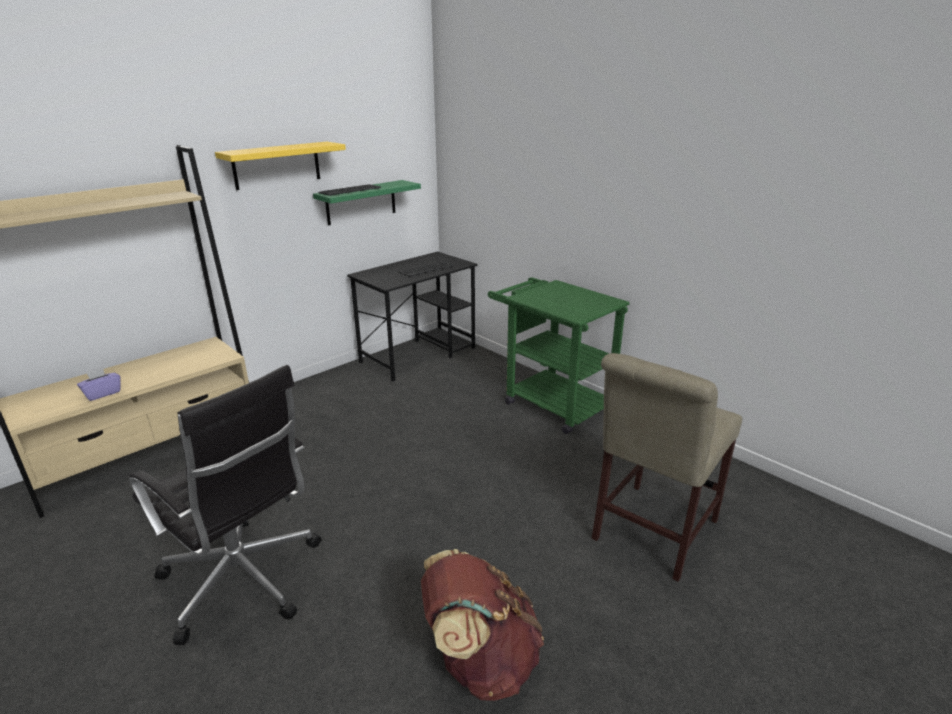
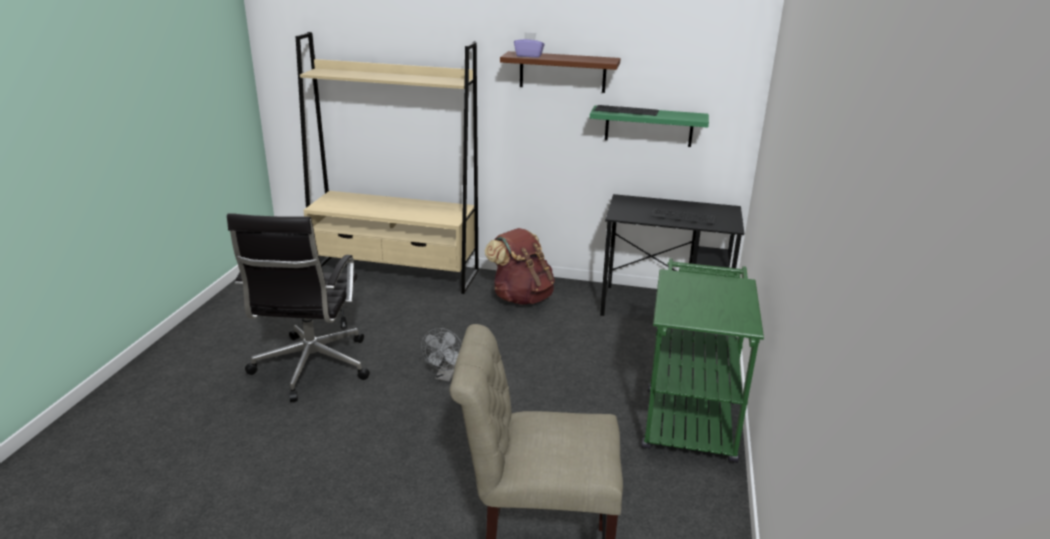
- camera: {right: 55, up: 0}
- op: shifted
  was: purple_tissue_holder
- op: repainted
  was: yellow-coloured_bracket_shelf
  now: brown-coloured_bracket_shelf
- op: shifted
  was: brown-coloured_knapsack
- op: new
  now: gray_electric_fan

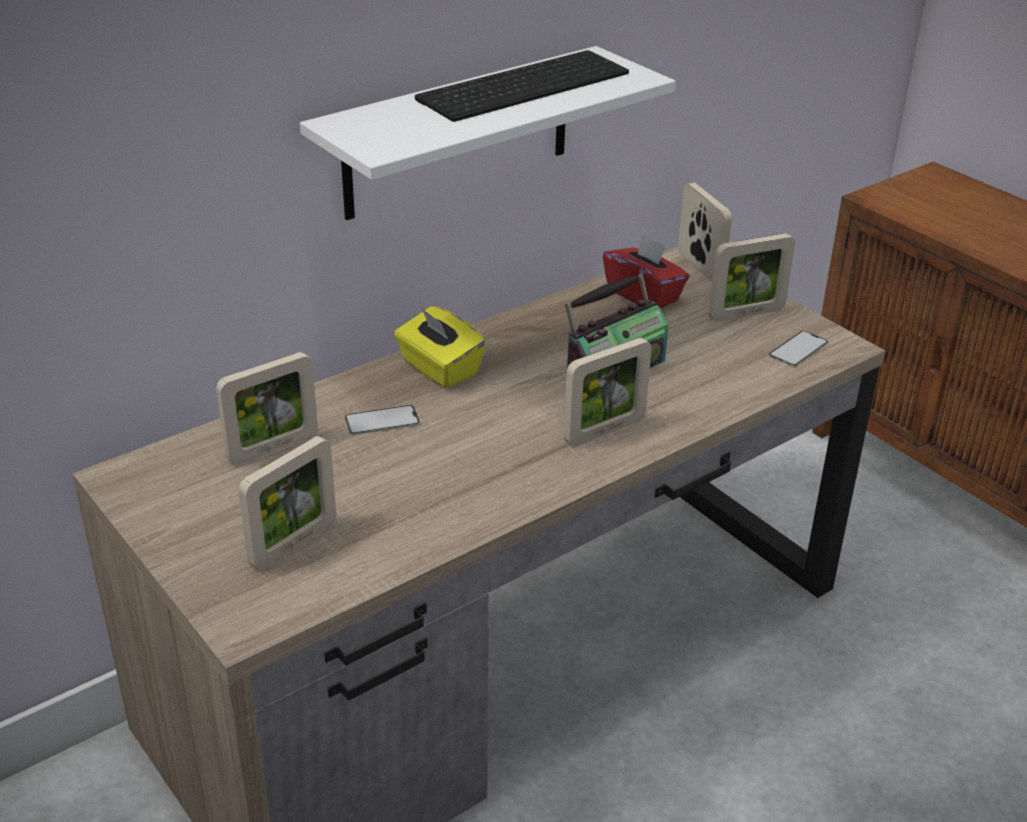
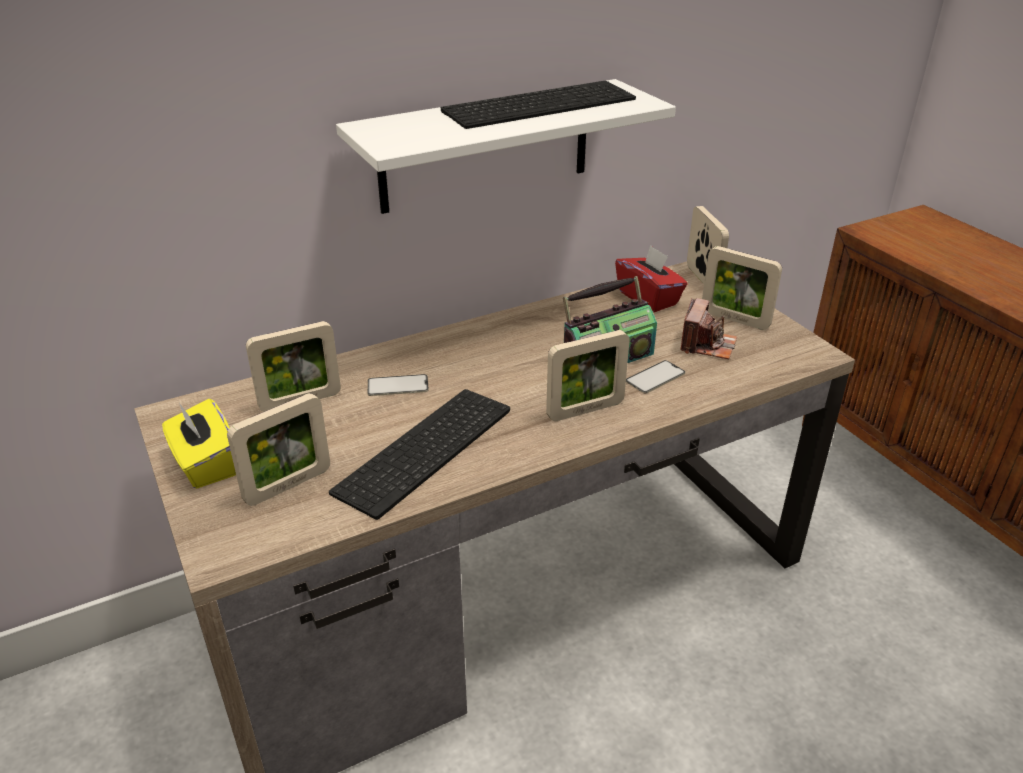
- camera: {right: 10, up: 0}
- op: shifted
  was: yellow-coloured_tissue_holder
- op: rotated
  was: picture_frame (no. 5 from left)
  clockwise: 45
- op: shifted
  was: handset (no. 2 from left)
- op: new
  now: keyboard (no. 1 from left)
- op: new
  now: photo_camera

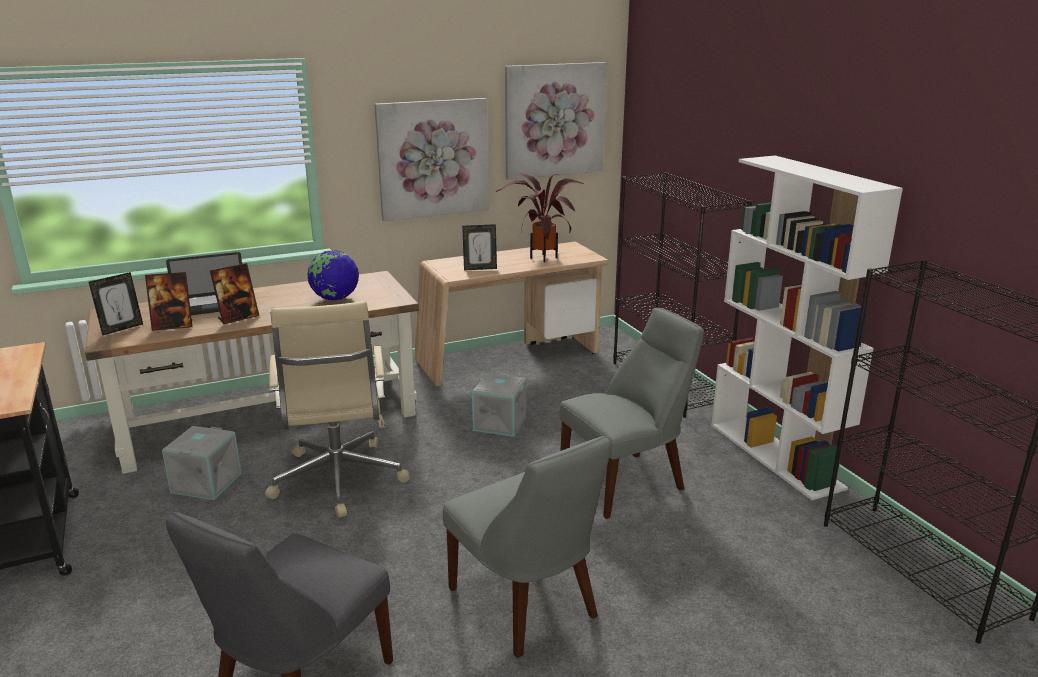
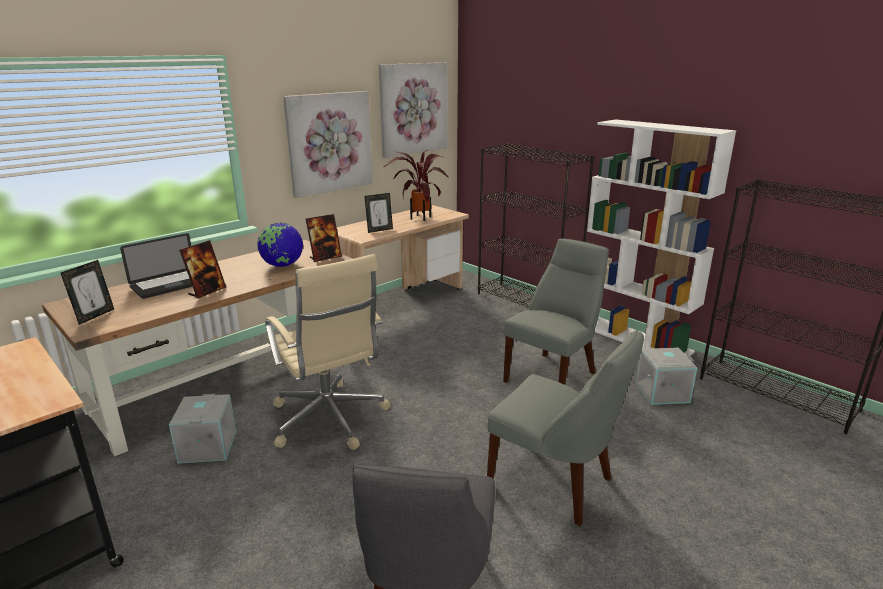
- camera: {right: -20, up: 0}
- op: shifted
  was: picture_frame (no. 2 from left in the first image)
  now: picture_frame (no. 3 from left)
- op: shifted
  was: gray_storage_box (no. 2 from left)

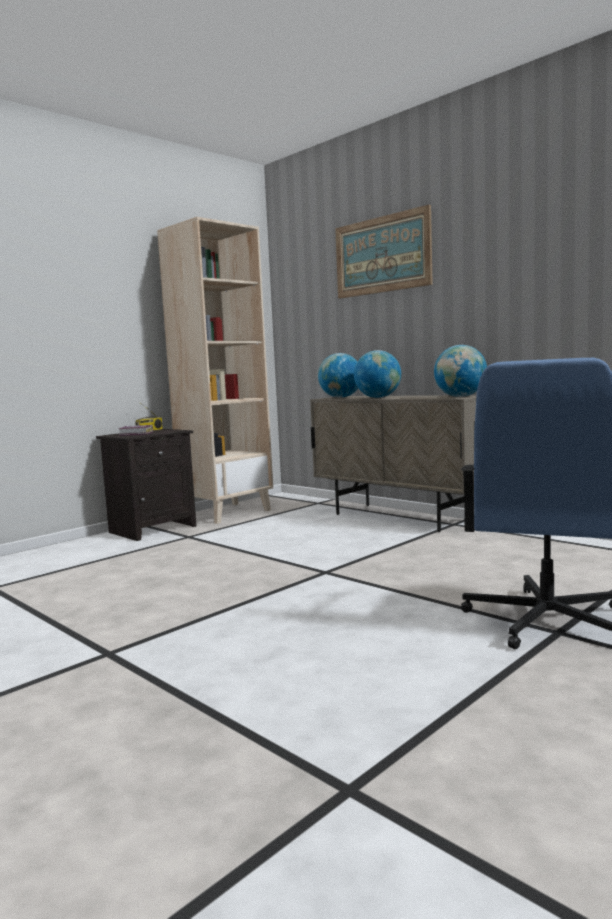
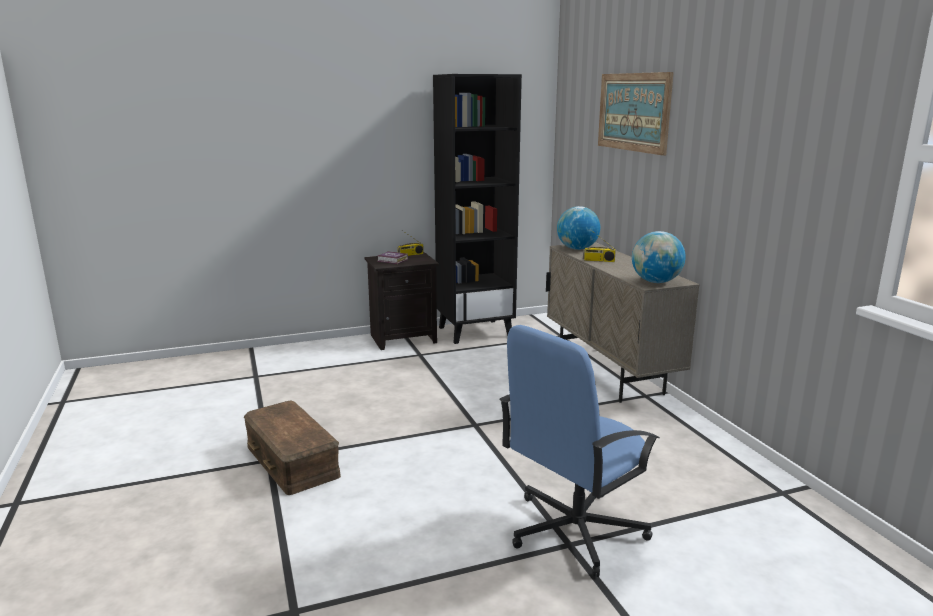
- camera: {right: 25, up: 10}
- op: repainted
  was: beige_bookshelf
  now: black_bookshelf
- op: swapped
  was: world_globe (no. 2 from left)
  now: radio_receiver (no. 2 from left)
- op: new
  now: brown-coloured_storage_box

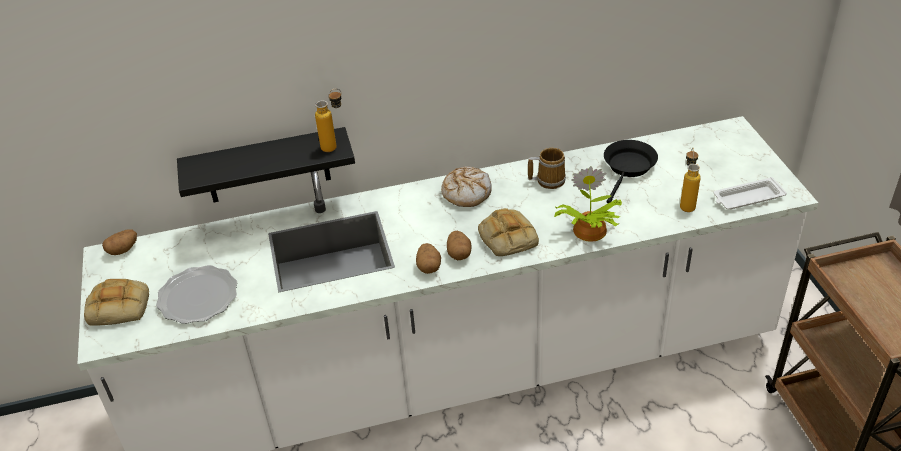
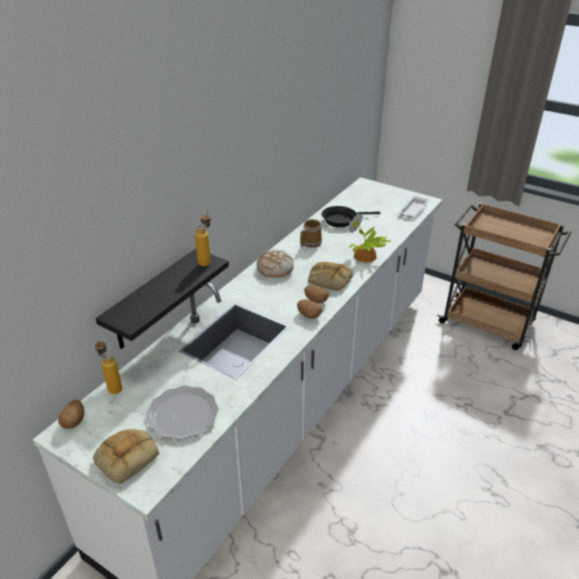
- camera: {right: -45, up: -5}
- op: rotated
  was: black_frying_pan
  clockwise: -90
- op: shifted
  was: beverage_bottle (no. 2 from left in the first image)
  now: beverage_bottle (no. 1 from left)

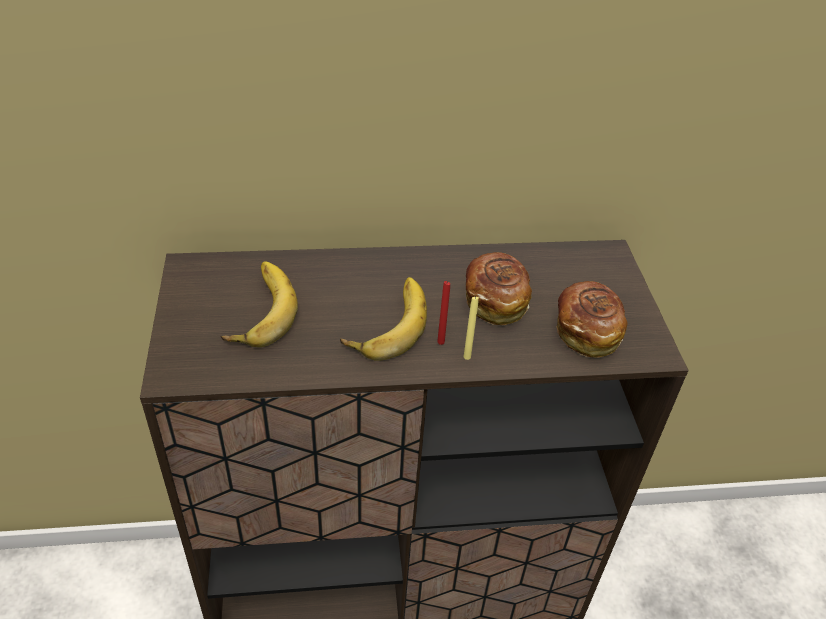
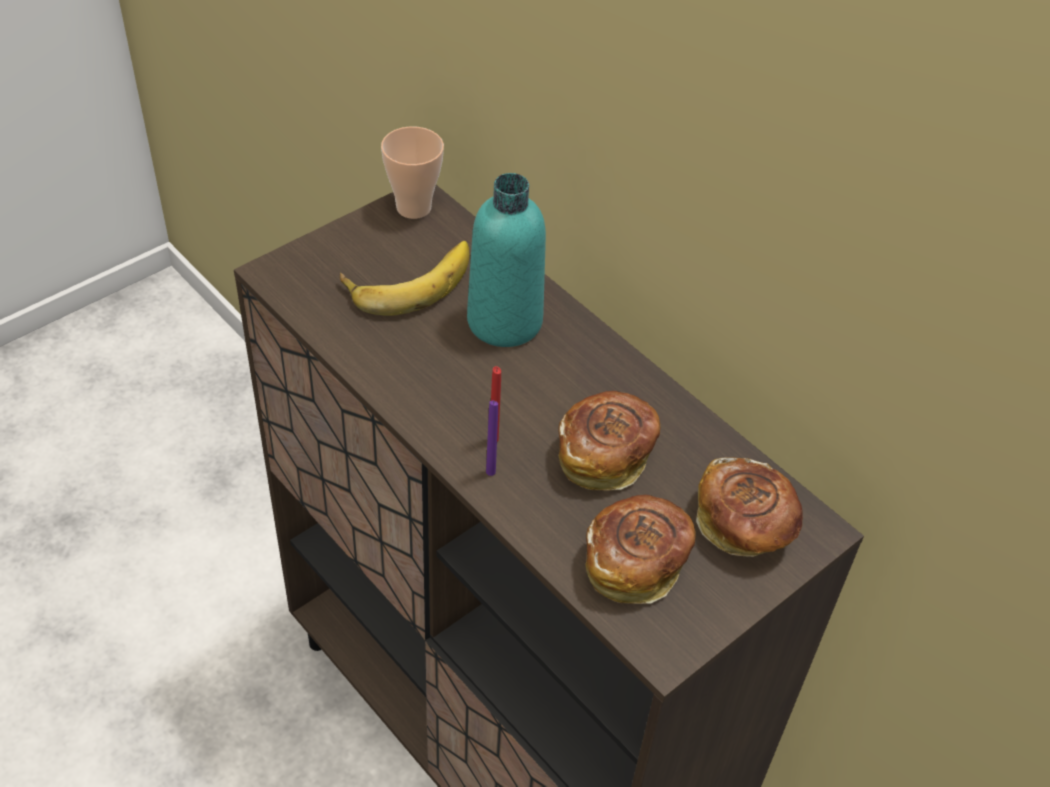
- camera: {right: 55, up: 5}
- op: gone
  was: whole_banana (no. 2 from left)
- op: repainted
  was: yellow-coloured_wax_light
  now: purple_wax_light
- op: new
  now: small_cup
- op: new
  now: blue-green_beverage_bottle
- op: new
  now: bakery_bread (no. 3 from left)

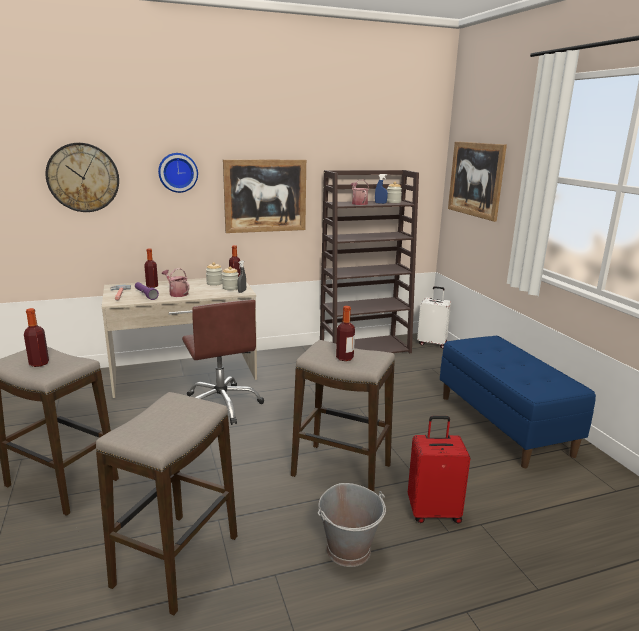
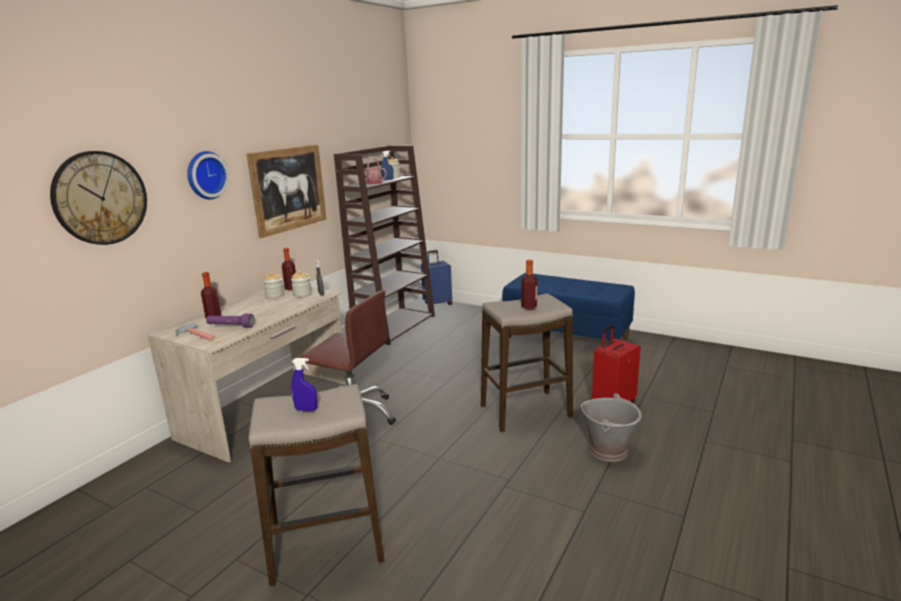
- camera: {right: -40, up: 0}
- op: swapped
  was: beverage_bottle (no. 1 from left)
  now: blue-coloured_spray_bottle (no. 1 from left)
- op: gone
  was: stool (no. 2 from left)
- op: gone
  was: watering_can (no. 1 from left)
- op: repainted
  was: white-coloured_piece_of_luggage
  now: blue-coloured_piece_of_luggage
- op: gone
  was: wall_art (no. 2 from left)

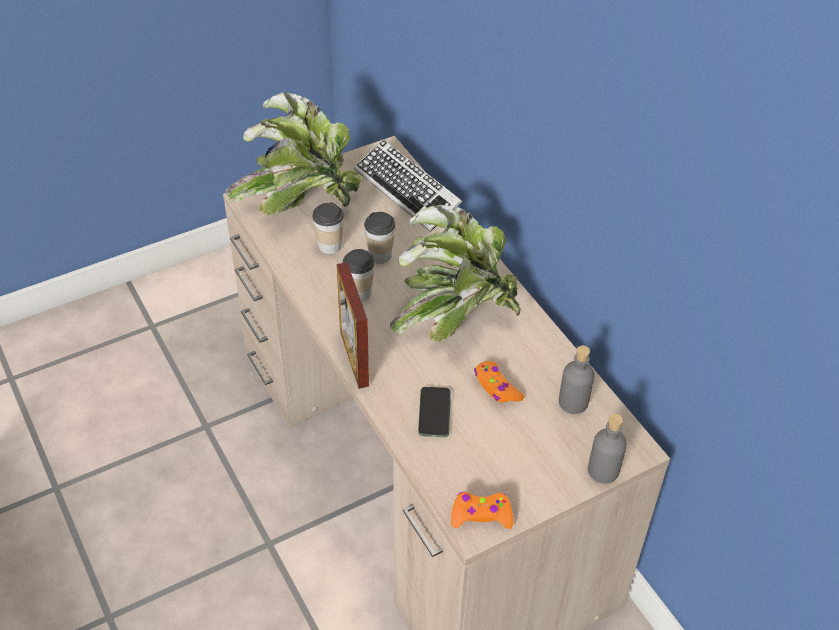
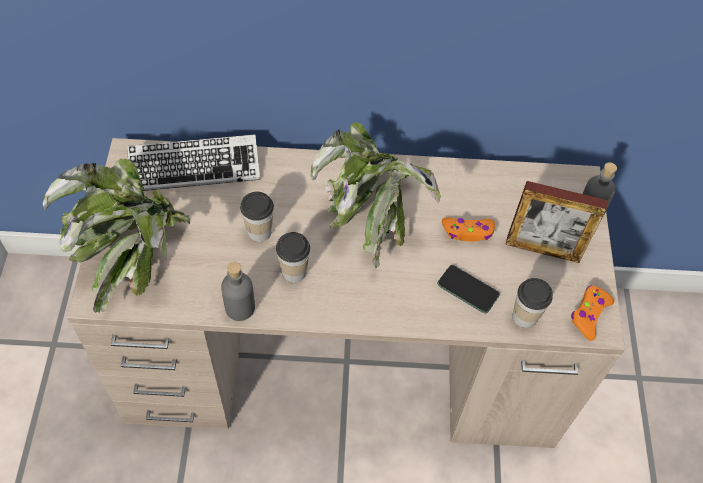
- camera: {right: -60, up: 10}
- op: shifted
  was: small_cup (no. 1 from left in the first image)
  now: small_cup (no. 3 from left)
- op: shifted
  was: picture_frame
- op: shifted
  was: gray_beverage_bottle (no. 1 from left)

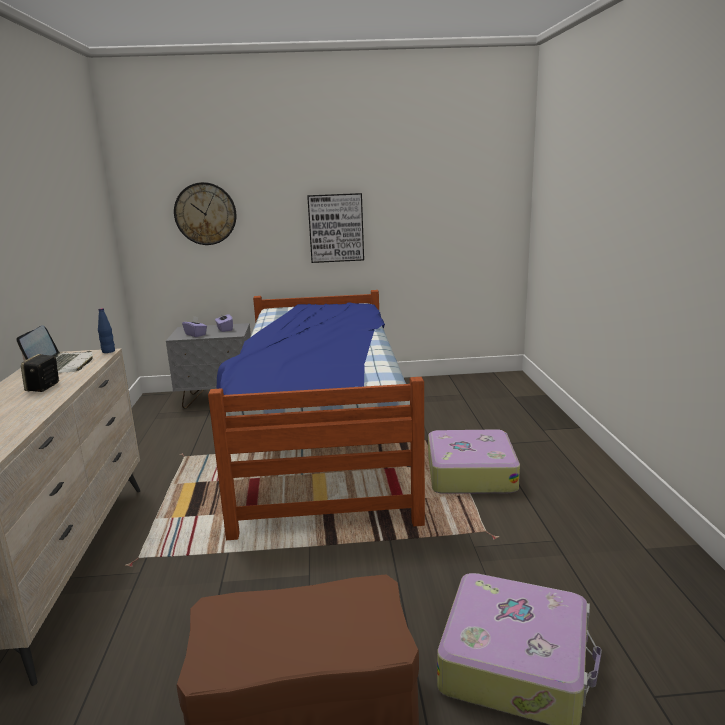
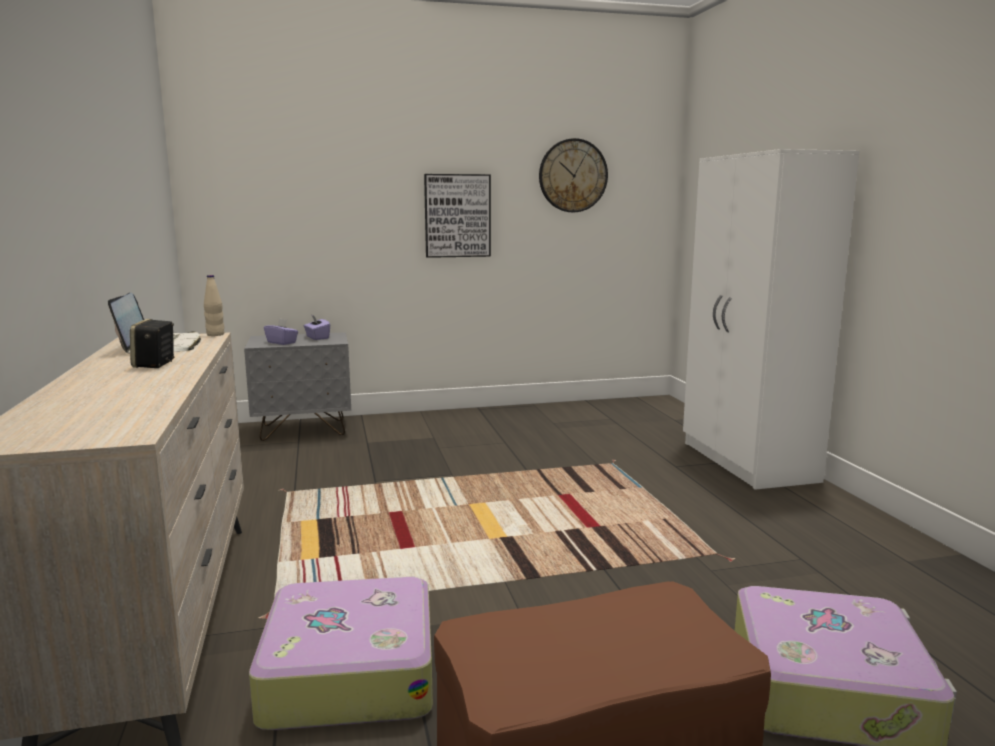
- camera: {right: -10, up: -5}
- op: repainted
  was: blue-coloured_beverage_bottle
  now: beige_beverage_bottle
- op: shifted
  was: wall_clock
- op: gone
  was: bedroom_bed
- op: shifted
  was: piece_of_luggage (no. 1 from left)
- op: new
  now: white-coloured_wardrobe

